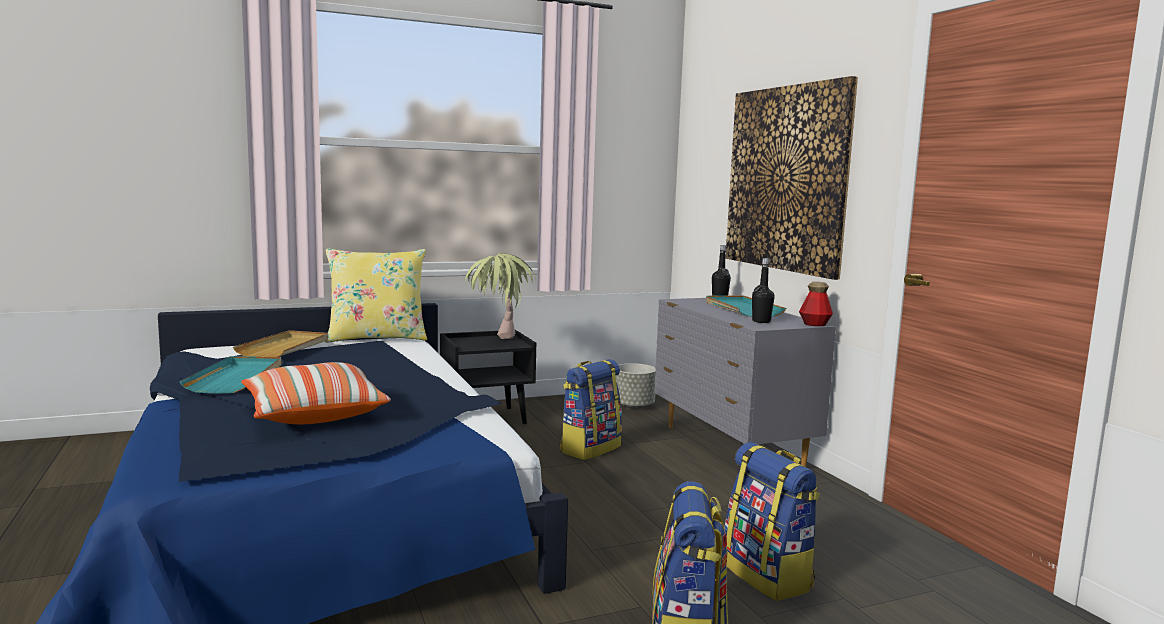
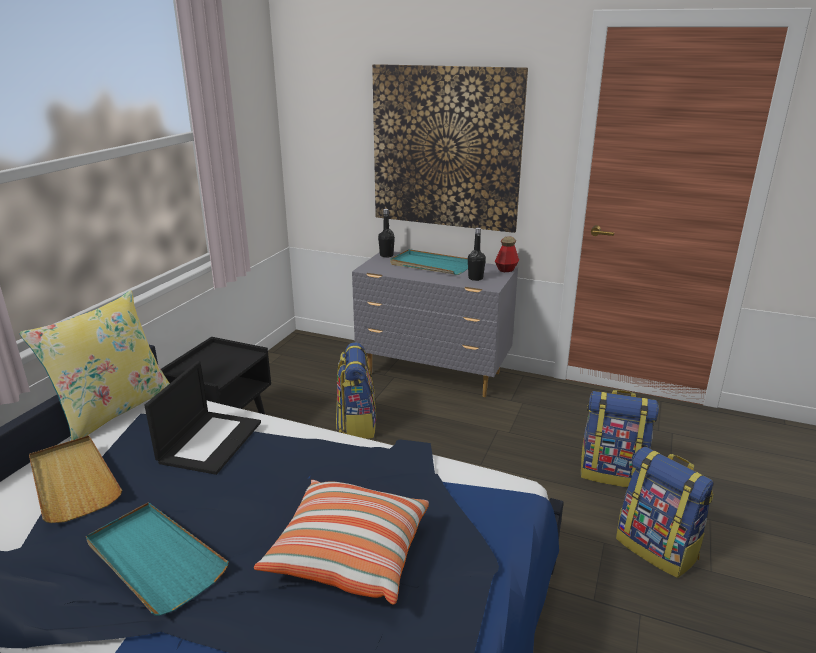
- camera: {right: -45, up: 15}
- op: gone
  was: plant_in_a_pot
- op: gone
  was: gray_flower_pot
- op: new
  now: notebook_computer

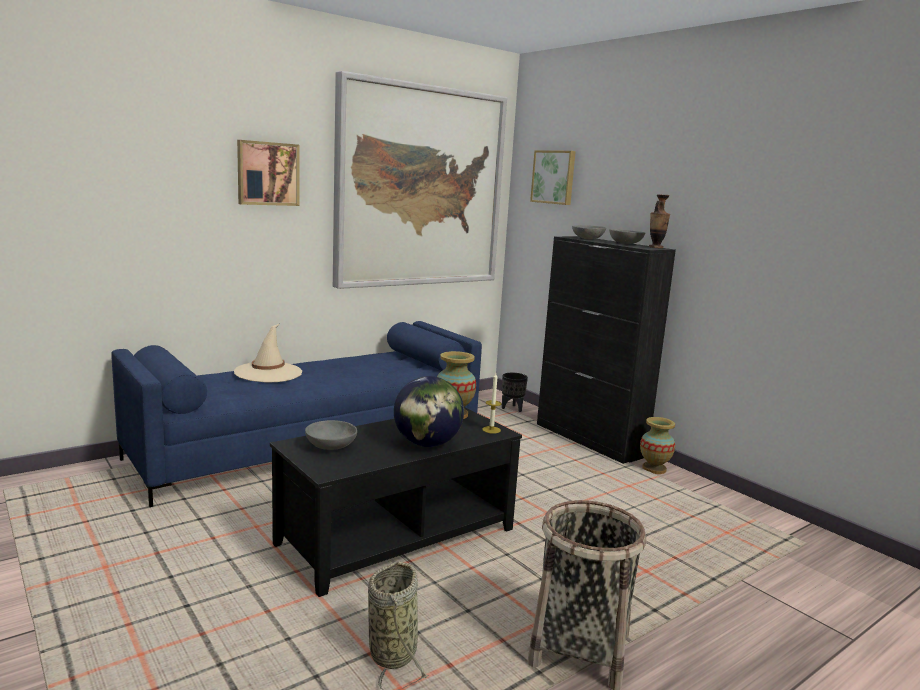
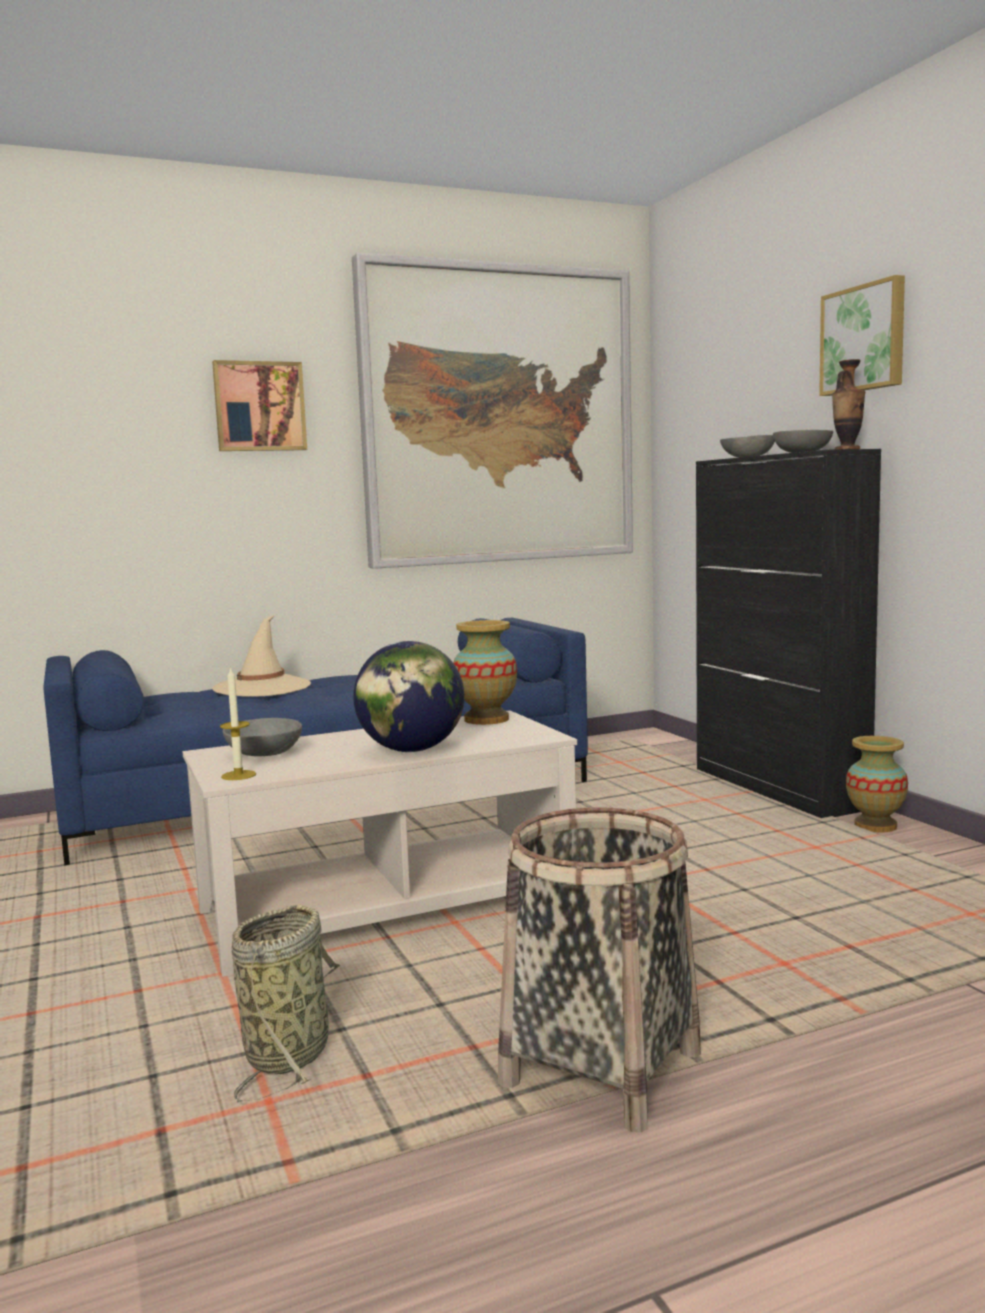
- camera: {right: 15, up: -5}
- op: repainted
  was: black_coffee_table
  now: beige_coffee_table
- op: shifted
  was: wax_light
- op: gone
  was: black_flower_pot
- op: shifted
  was: wall_art (no. 3 from left)

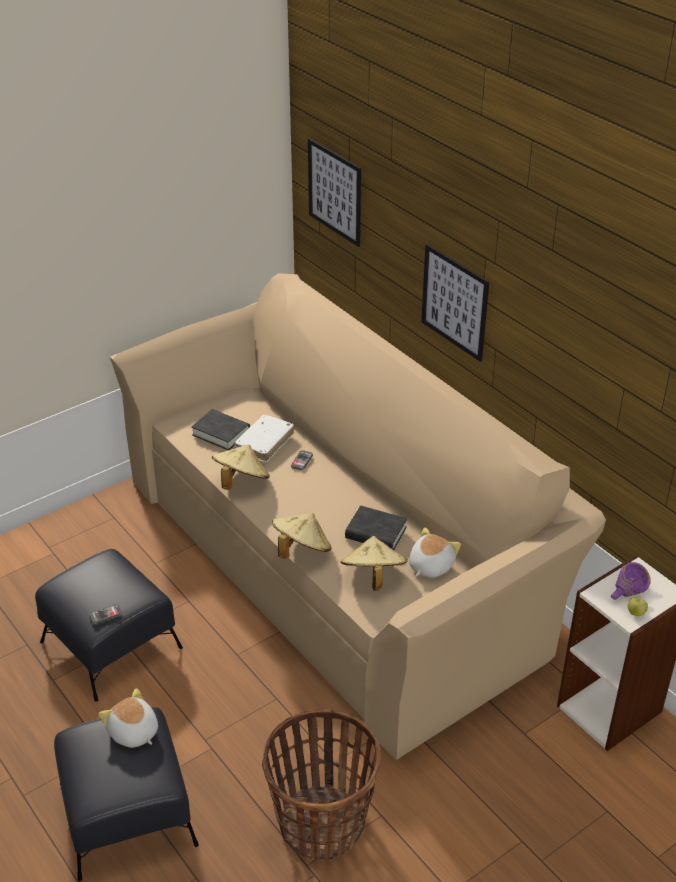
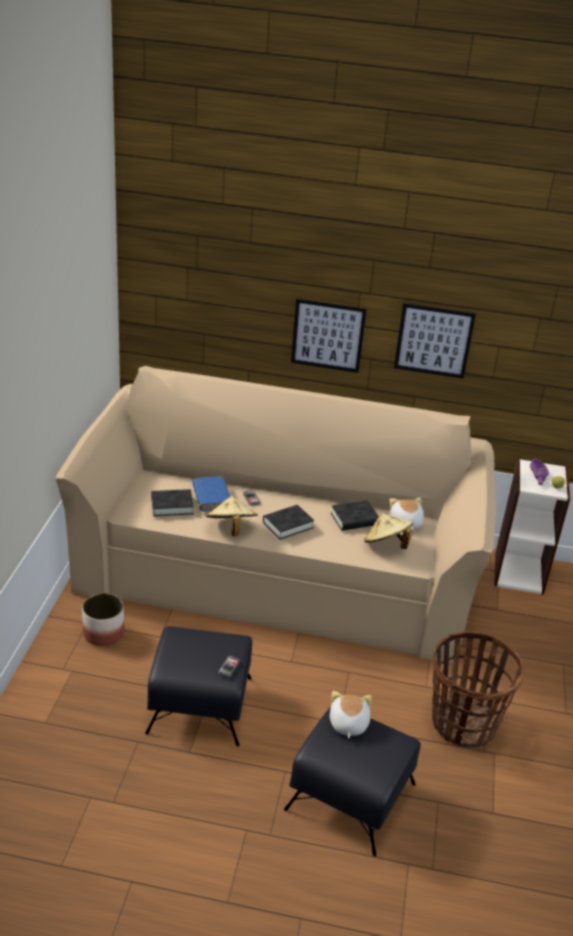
- camera: {right: -45, up: -5}
- op: rotated
  was: soft_toy (no. 1 from left)
  clockwise: 90
- op: repainted
  was: white-coloured_book
  now: blue-coloured_book
- op: gone
  was: beige_clothing_hat (no. 2 from left)
- op: shifted
  was: wall_art (no. 1 from left in the first image)
  now: wall_art (no. 2 from left)
- op: new
  now: flower_pot
- op: new
  now: black_book (no. 2 from left)

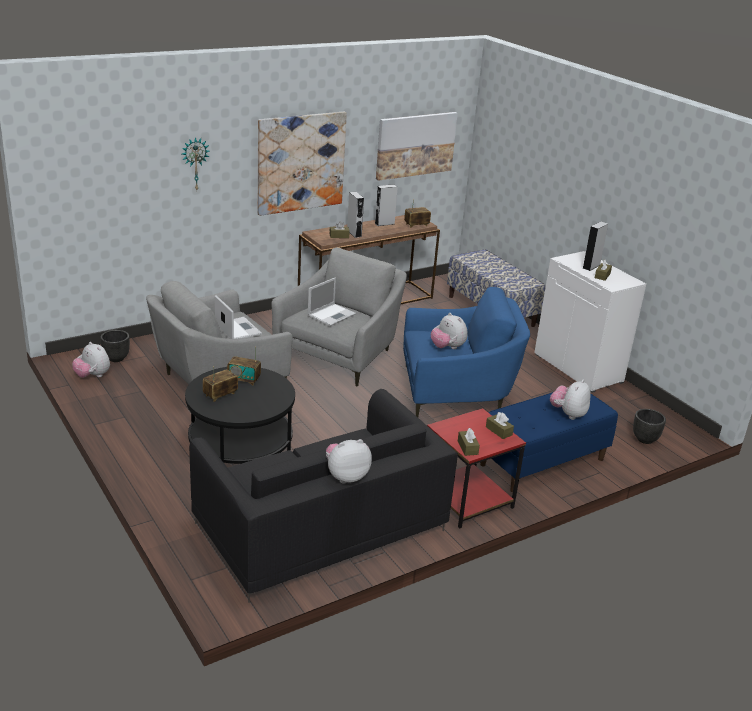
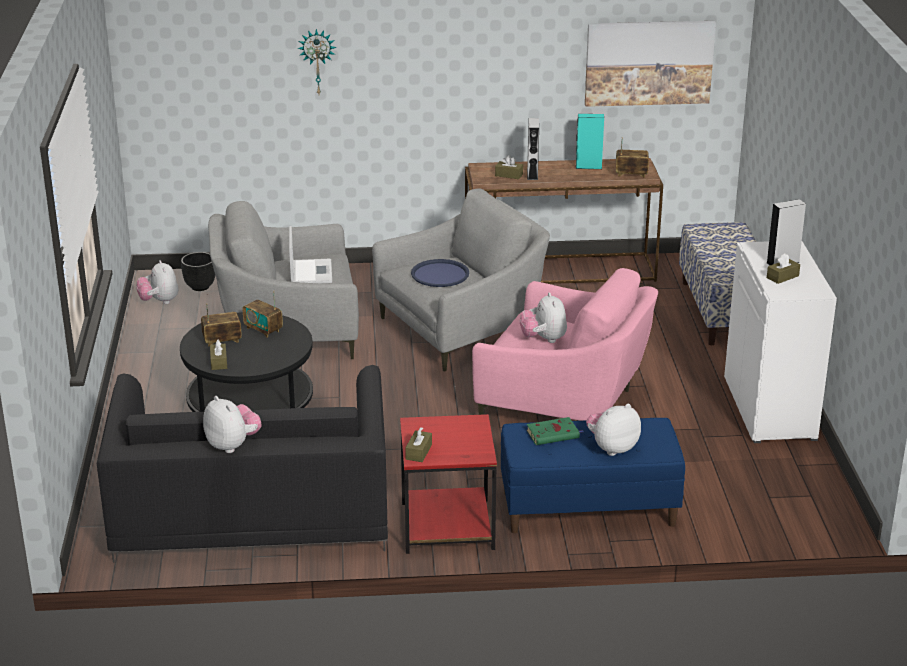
- camera: {right: 30, up: 0}
- op: gone
  was: wall_art (no. 1 from left)
- op: swapped
  was: notebook_computer (no. 2 from left)
  now: blue-coloured_tray
- op: rotated
  was: soft_toy (no. 2 from left)
  clockwise: 45
- op: repainted
  was: gray_speaker (no. 2 from left)
  now: blue-green_speaker
- op: repainted
  was: blue-coloured_lounge_chair
  now: pink-coloured_lounge_chair
- op: shifted
  was: brown-coloured_tissue_holder (no. 3 from left in the first image)
  now: brown-coloured_tissue_holder (no. 1 from left)
- op: gone
  was: black_flower_pot (no. 2 from left)
- op: new
  now: green_book

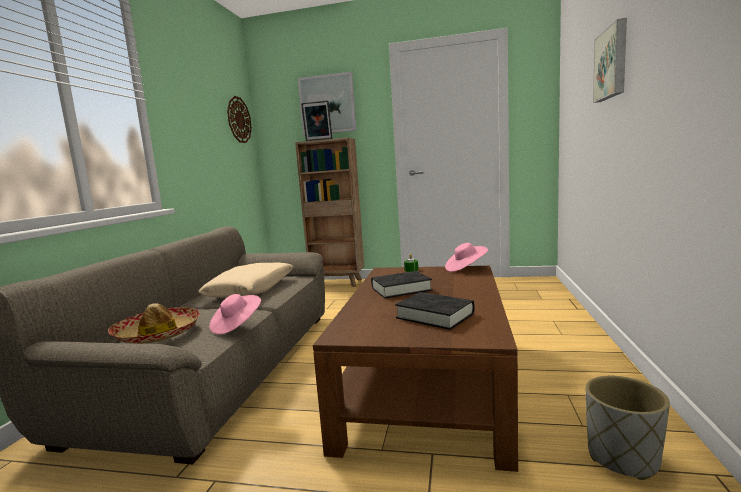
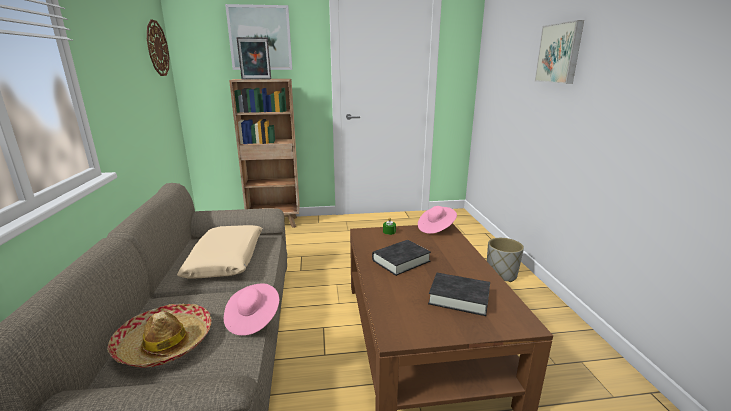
- camera: {right: -20, up: 10}
- op: shifted
  was: gray_flower_pot

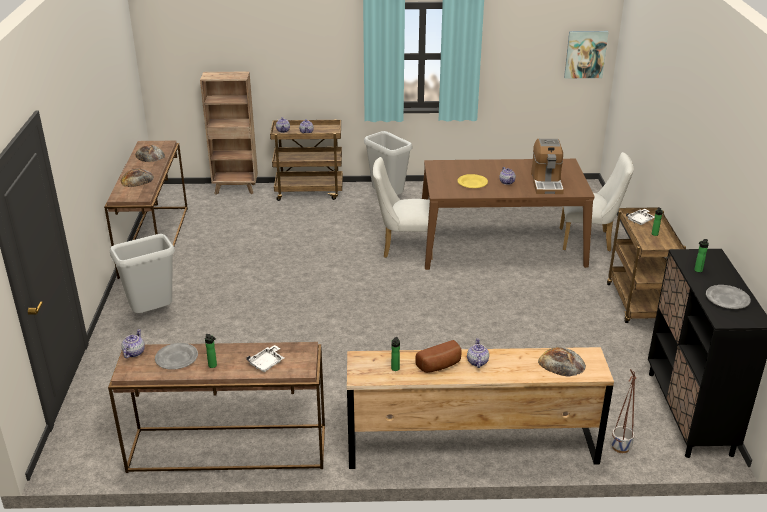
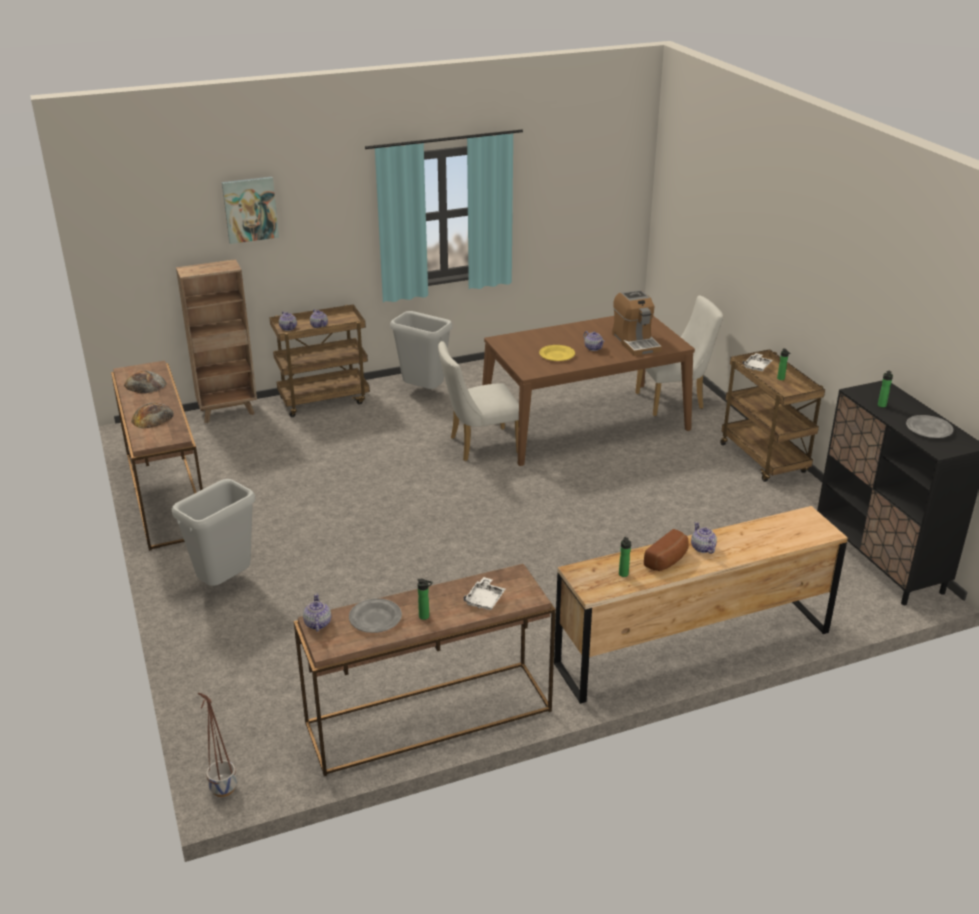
- camera: {right: -20, up: 0}
- op: gone
  was: bakery_bread (no. 4 from left)
- op: shifted
  was: wall_art
- op: shifted
  was: flower_pot

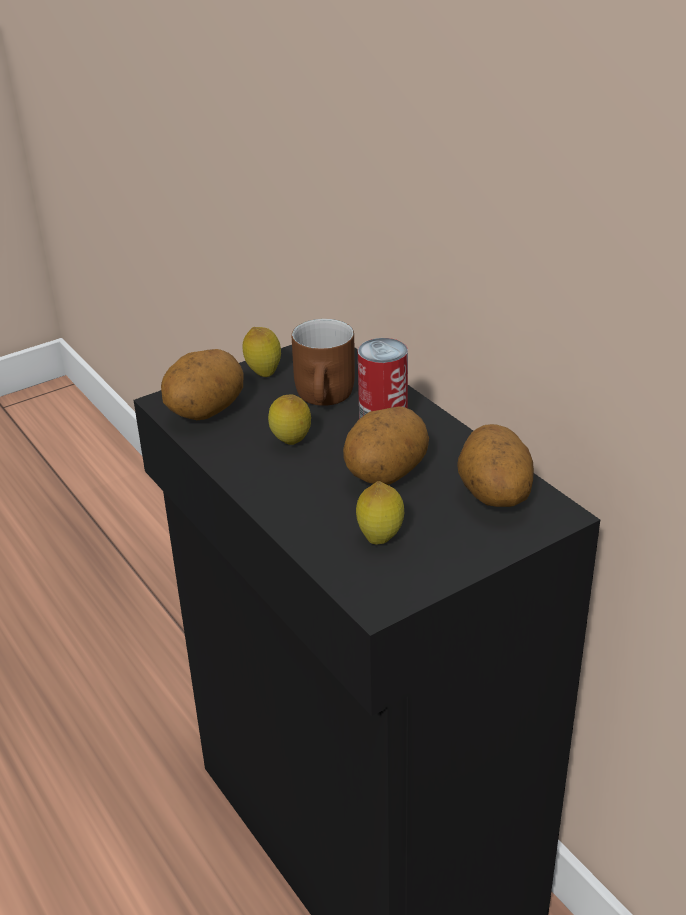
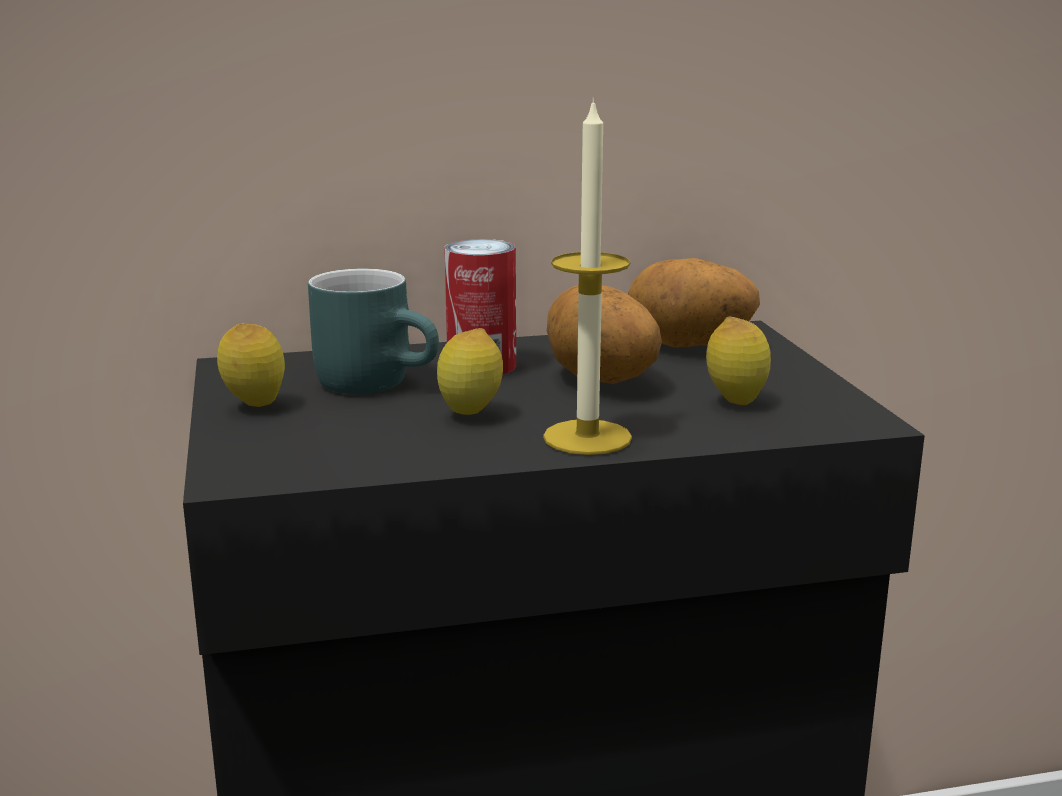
- camera: {right: -70, up: -15}
- op: gone
  was: spud (no. 1 from left)
- op: repainted
  was: brown-coloured_mug
  now: blue-green_mug
- op: new
  now: wax_light

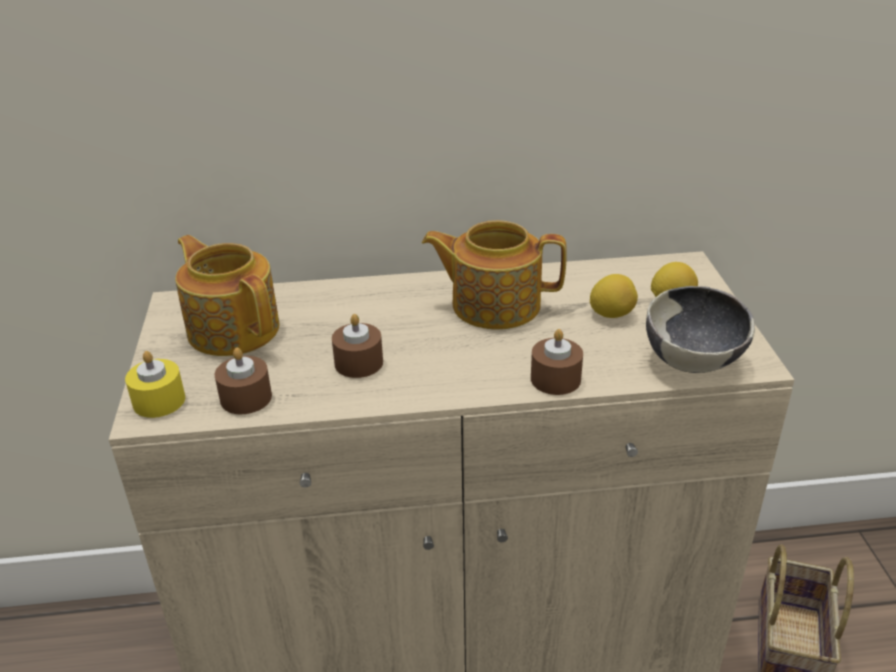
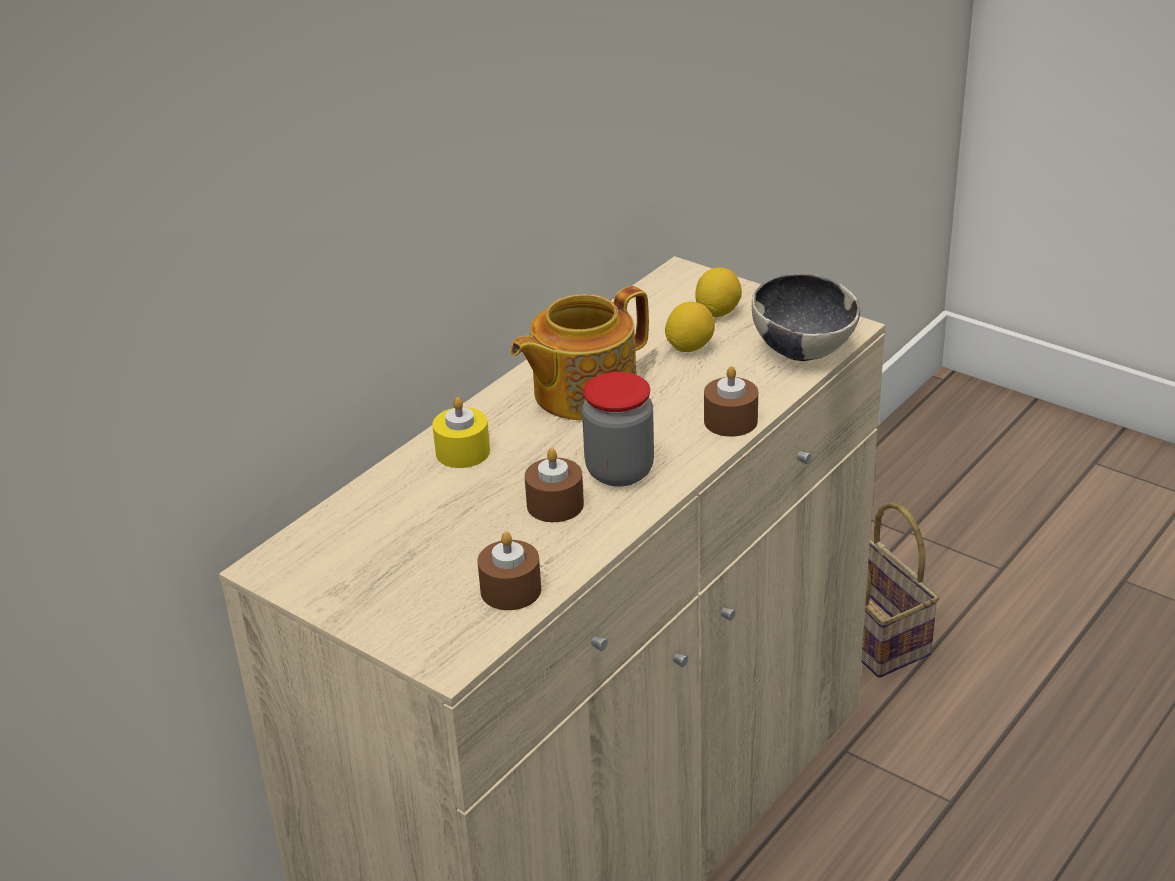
- camera: {right: -45, up: 0}
- op: shifted
  was: yellow-coloured_wax_light
- op: gone
  was: pot_for_tea (no. 1 from left)
- op: new
  now: storage_jar

